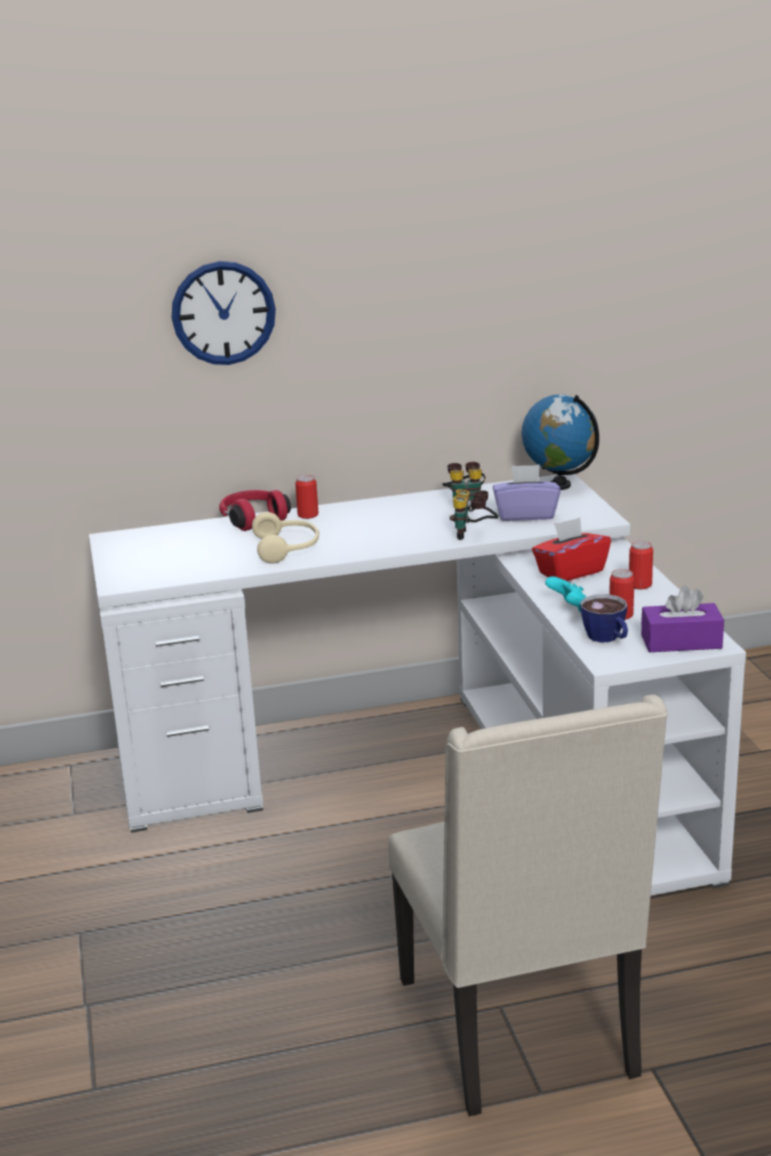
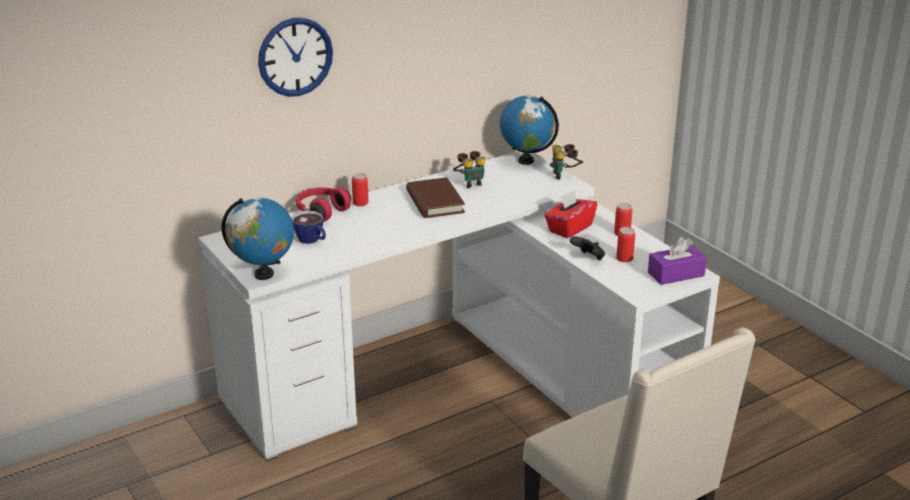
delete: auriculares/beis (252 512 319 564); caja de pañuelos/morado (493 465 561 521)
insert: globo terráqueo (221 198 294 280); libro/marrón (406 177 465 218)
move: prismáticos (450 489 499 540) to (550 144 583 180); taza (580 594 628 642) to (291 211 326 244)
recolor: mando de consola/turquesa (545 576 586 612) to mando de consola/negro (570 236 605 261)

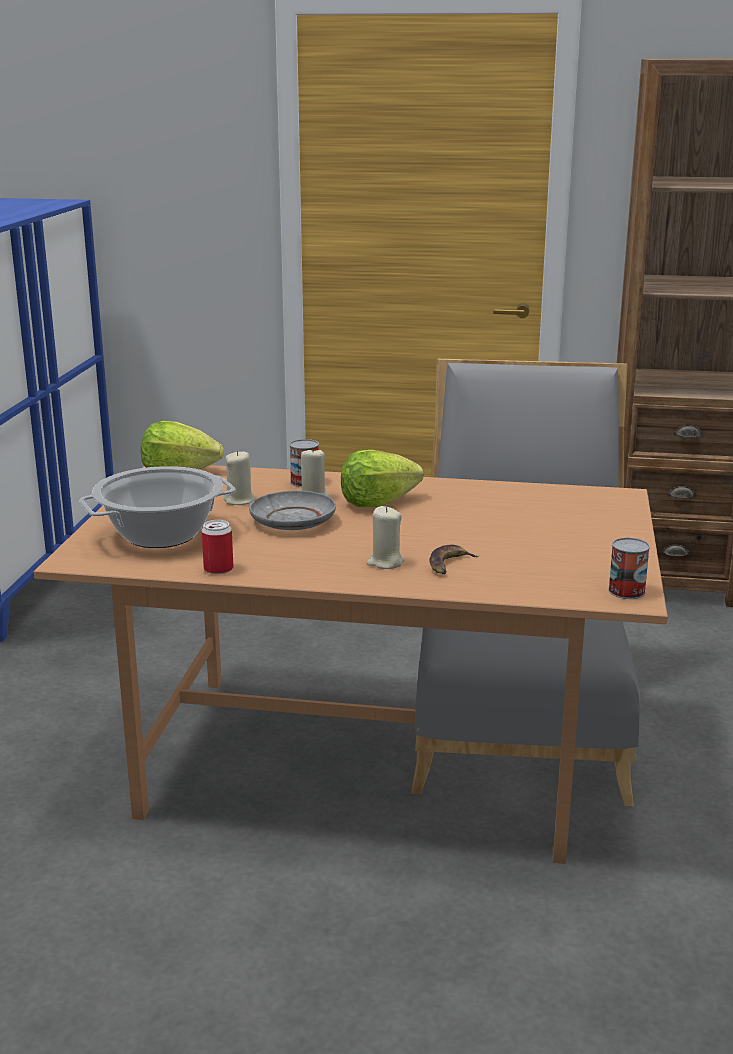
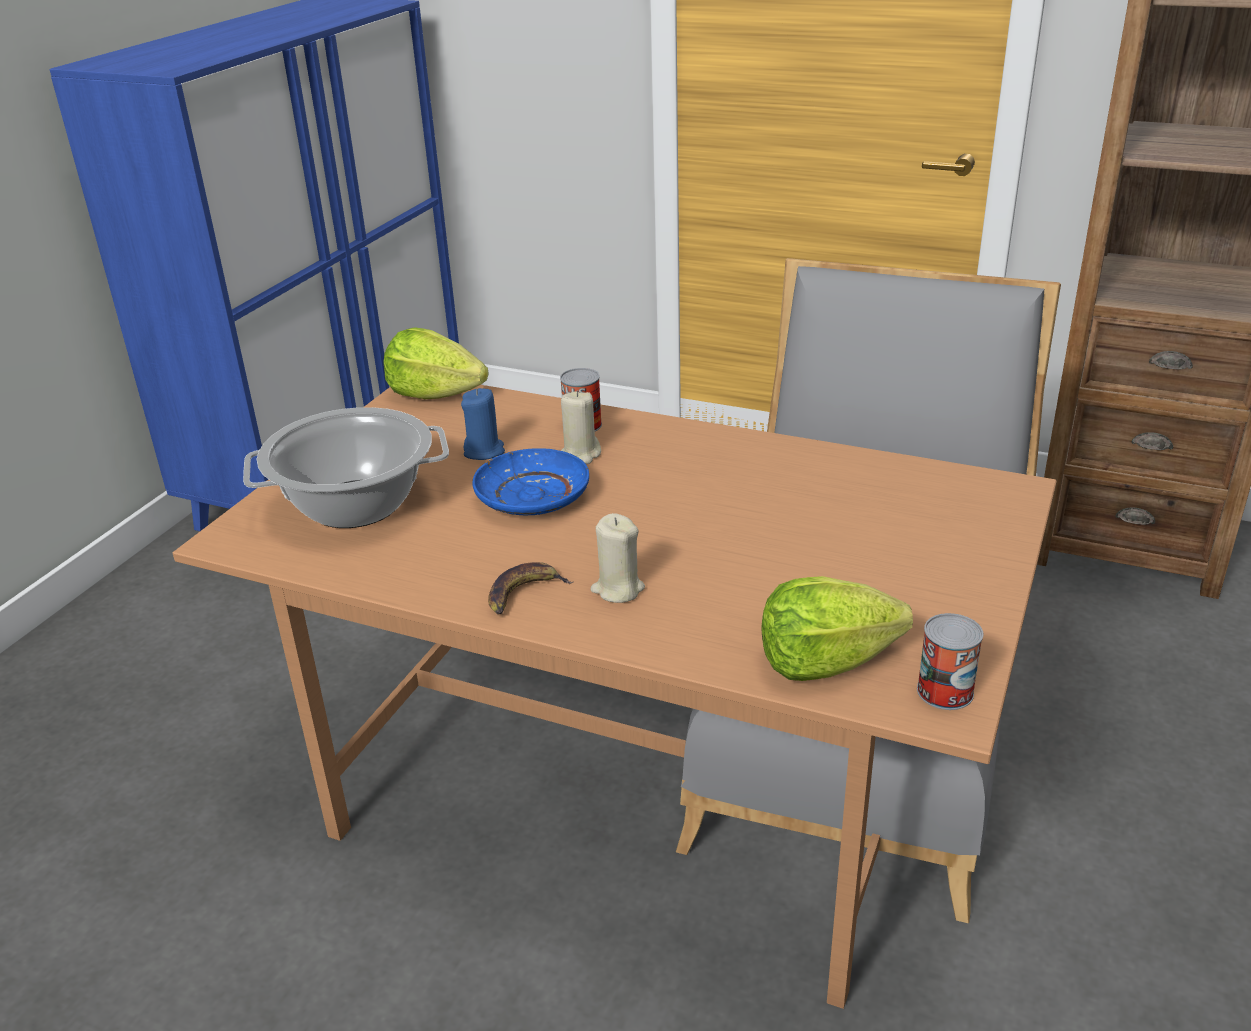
delete: lata (202 520 234 574)
move: lechuga (341 450 423 507) to (762 576 913 681); plátano (429 545 479 574) to (488 562 573 614)
recolor: vela/beis (224 451 256 505) to vela/azul (461 388 505 460); plato/gris (249 491 336 530) to plato/azul (472 448 589 515)

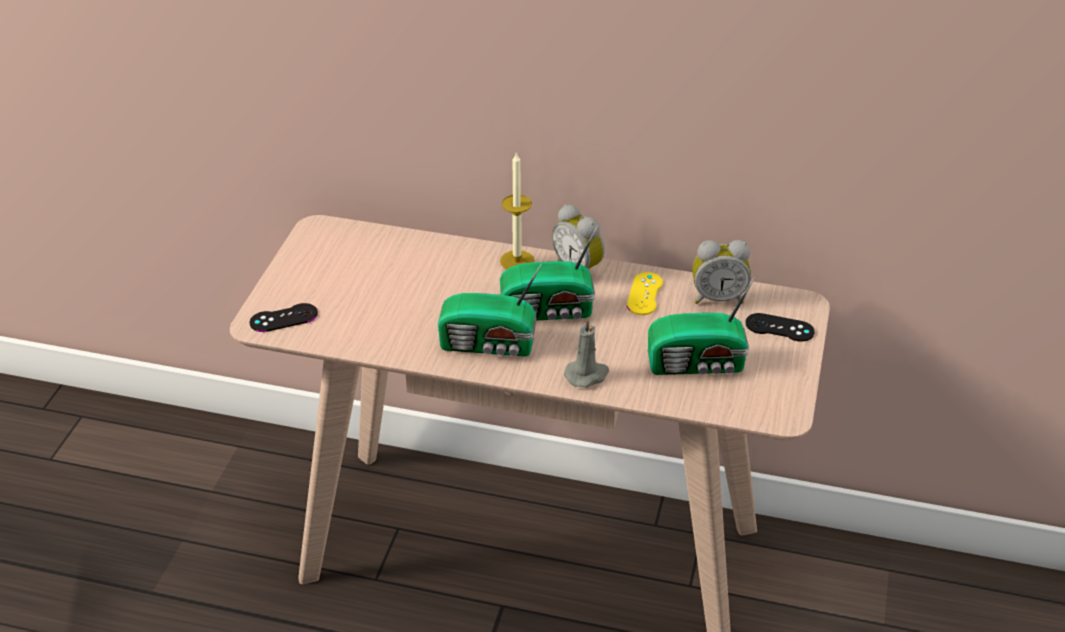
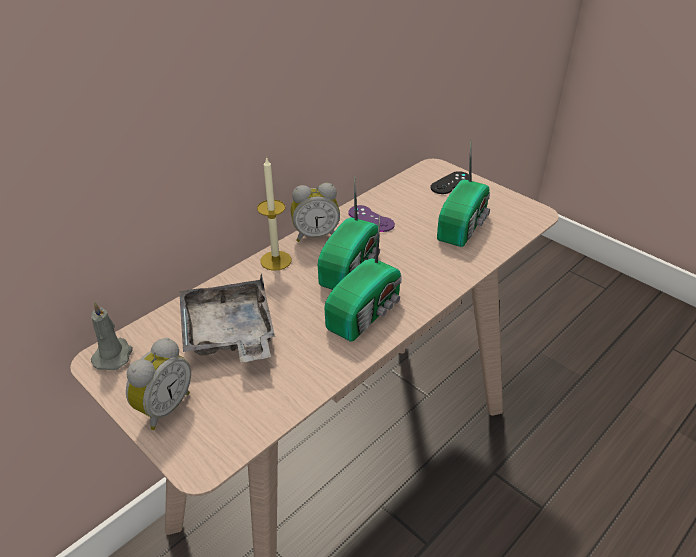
delete: mando de consola/negro (250 303 318 332)
insert: bandeja/gris (179 274 275 362)
move: vela/gris (564 317 609 388) to (91 302 133 370); despertador (692 240 751 304) to (126 338 191 430)
recolor: mando de consola/amarillo (627 272 663 315) to mando de consola/morado (348 205 395 232)

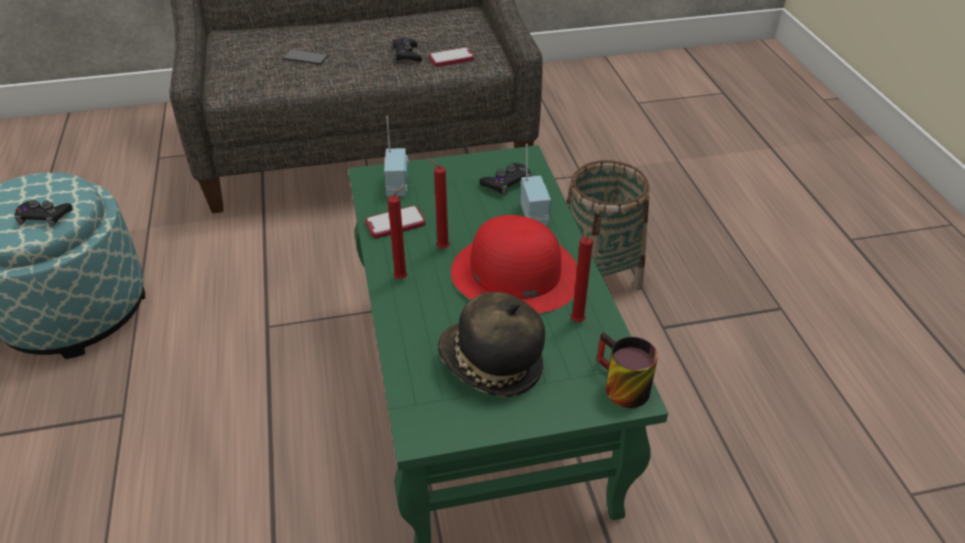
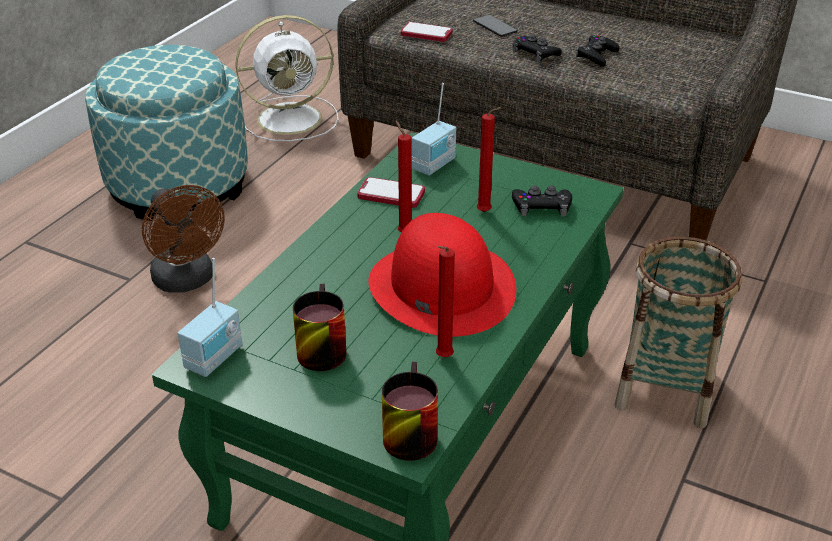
insert: ventilador/marrón (142 185 225 293); ventilador/blanco (235 15 339 141)
move: mando de consola/negro (14 200 73 227) to (513 34 562 62); vela/rojo (388 187 407 279) to (477 107 501 212); móvil (429 47 474 67) to (401 22 453 42); radio (520 144 551 226) to (178 258 242 377)
replace: sombrero (438 292 545 397) to taza grande (293 284 346 371)

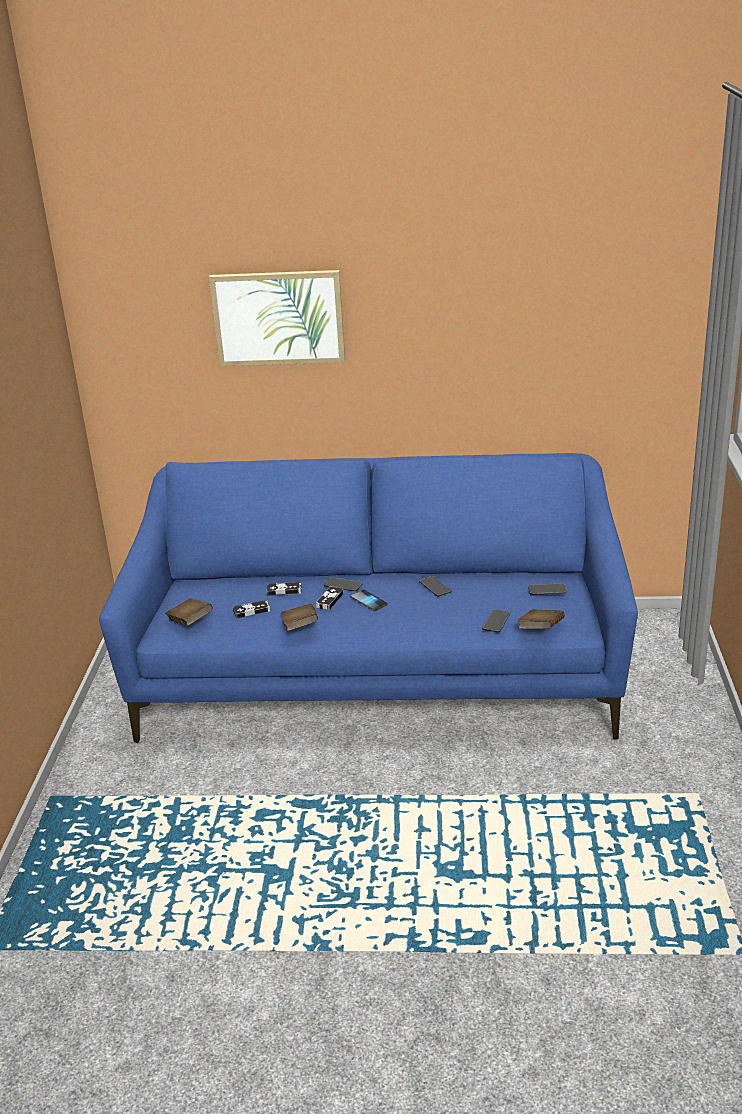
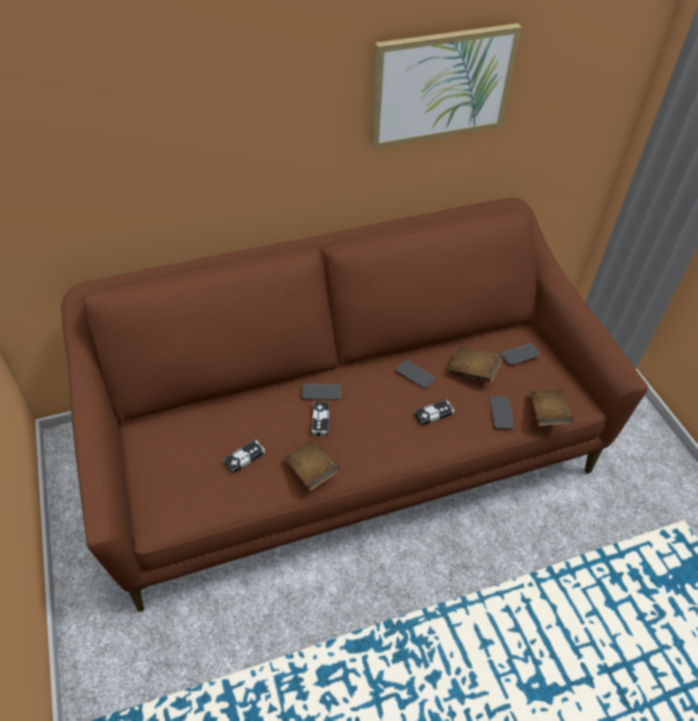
delete: móvil (351 590 387 611)
move: libro/marrón (165 598 213 626) to (448 346 503 383); cuadro (209 270 345 366) to (370 23 522 149); mando de consola (267 582 302 596) to (414 399 455 426)
recolor: sofá/azul (99 453 638 743) to sofá/marrón (61 198 648 612)

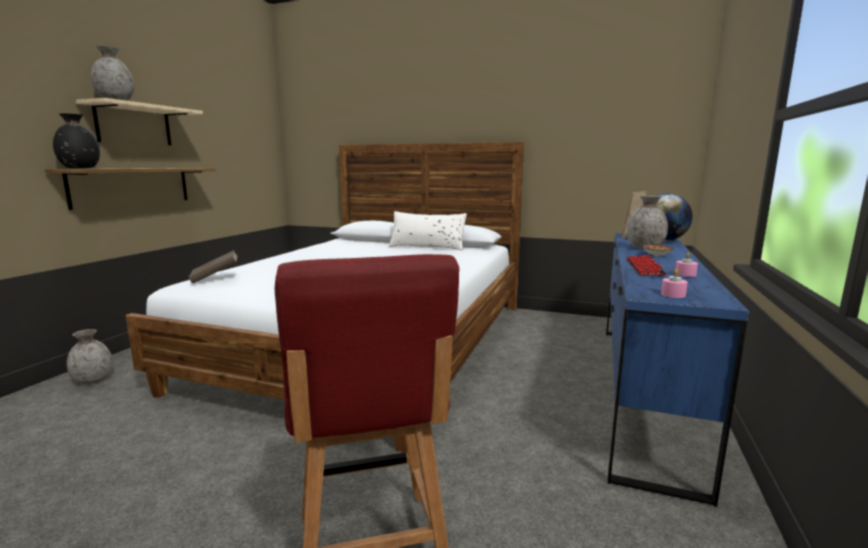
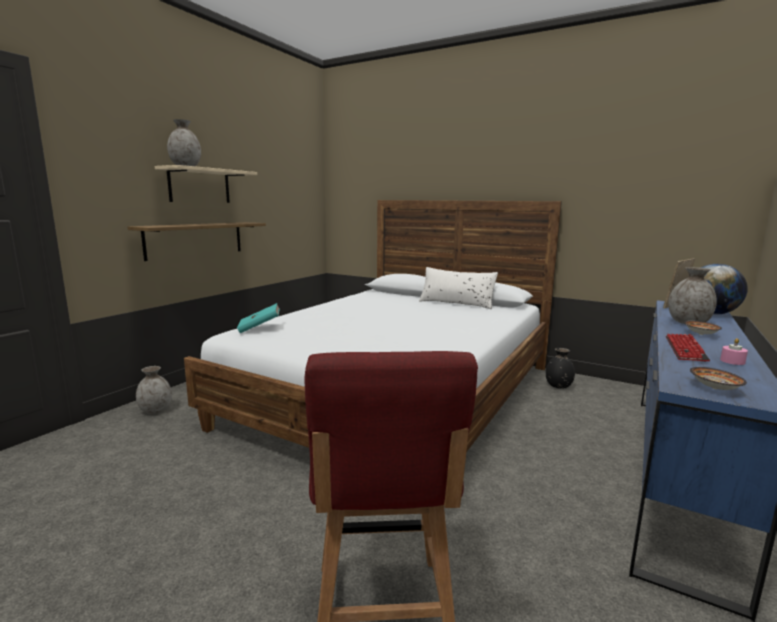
move: florero/negro (53 114 100 169) to (545 348 575 389)
replace: vela/rosa (661 269 688 298) to cuenco (690 367 747 390)
recolor: libro/marrón (189 250 238 284) to libro/turquesa (237 303 280 333)

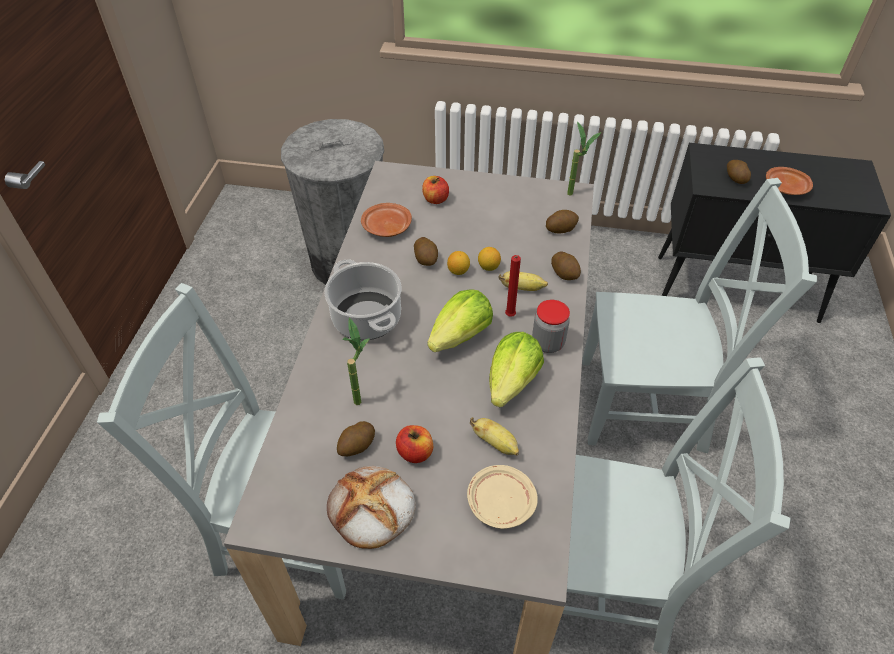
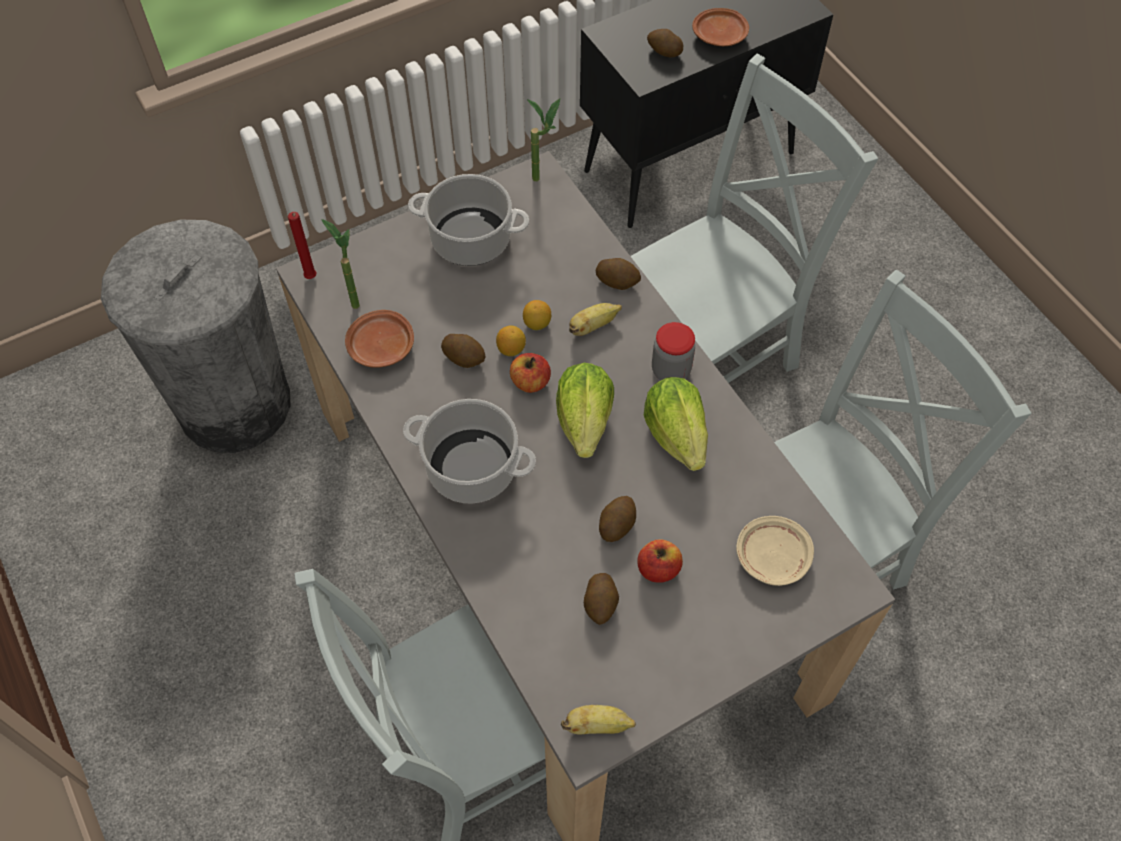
delete: pan (327 466 415 549)
insert: olla (408 174 529 266)
move: planta en maceta (342 318 370 405) to (321 219 360 309); manzana (422 176 449 204) to (510 353 551 393); plátano (470 417 519 455) to (561 705 636 734); vela/rojo (505 255 521 317) to (288 212 317 279); patata (546 210 579 233) to (599 496 636 542)

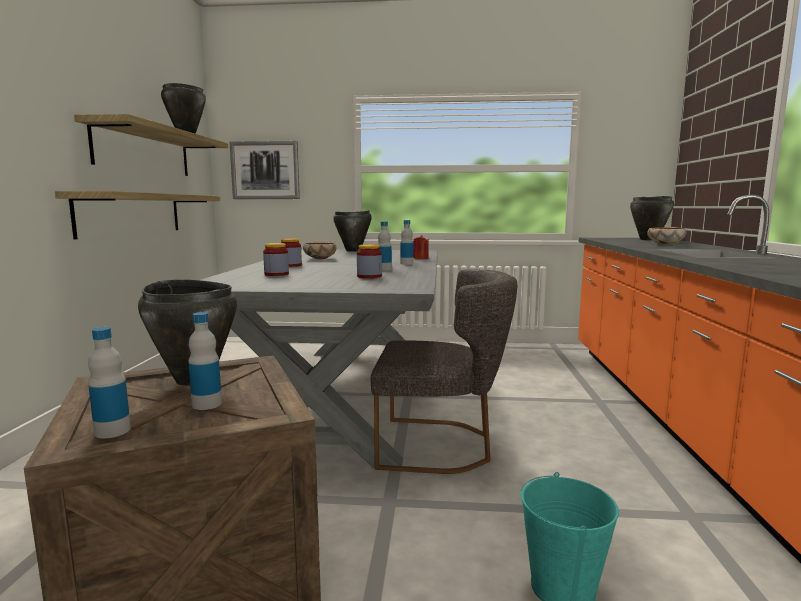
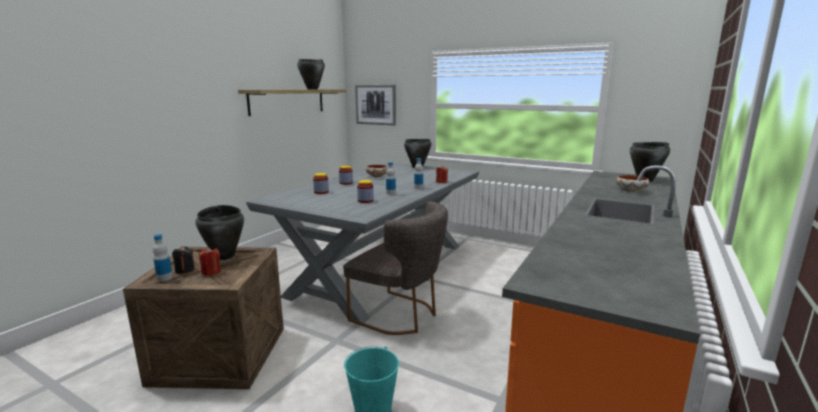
delete: estante (55 191 220 239)
insert: vela/negro (172 246 195 274)
replace: botella (188 312 222 410) to vela/rojo (199 247 221 276)

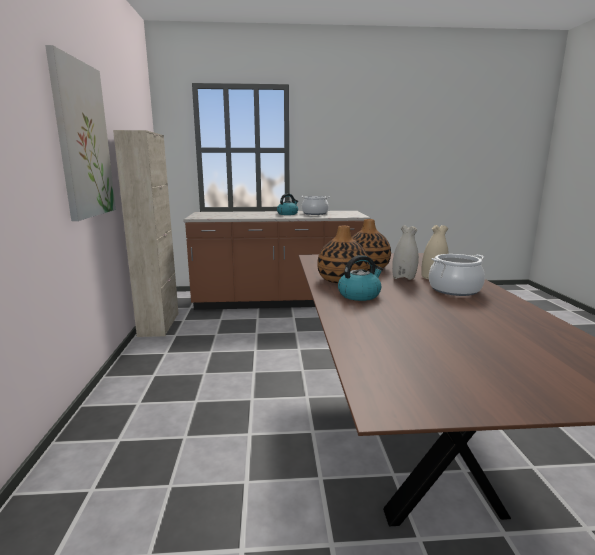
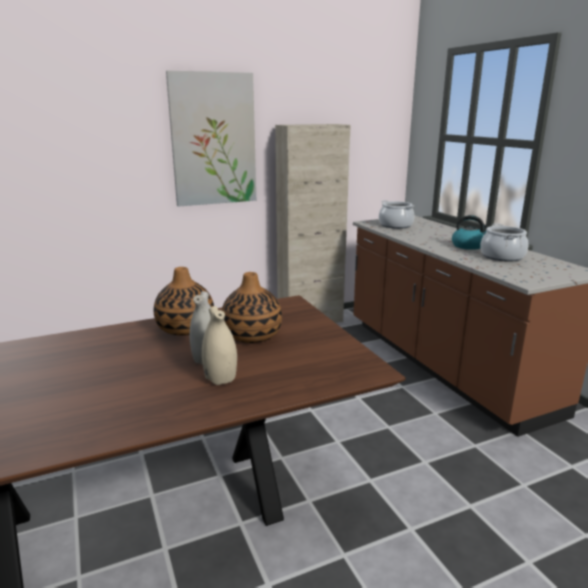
delete: hervidor (338 255 383 301)
move: olla (429 254 485 296) to (379 200 414 229)

